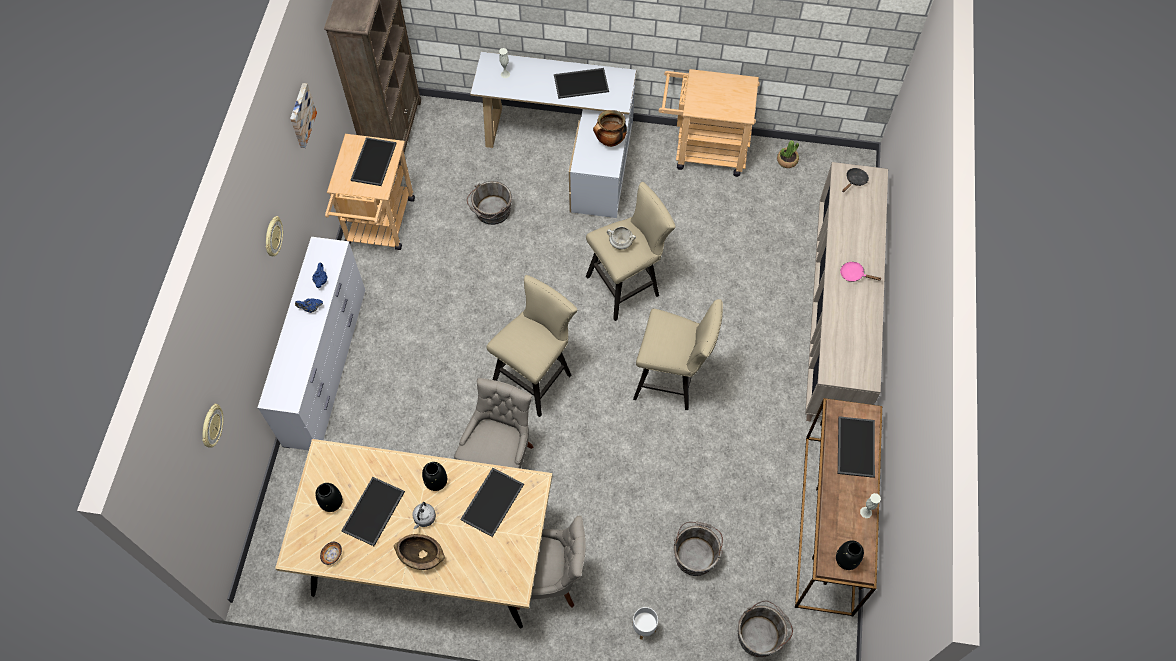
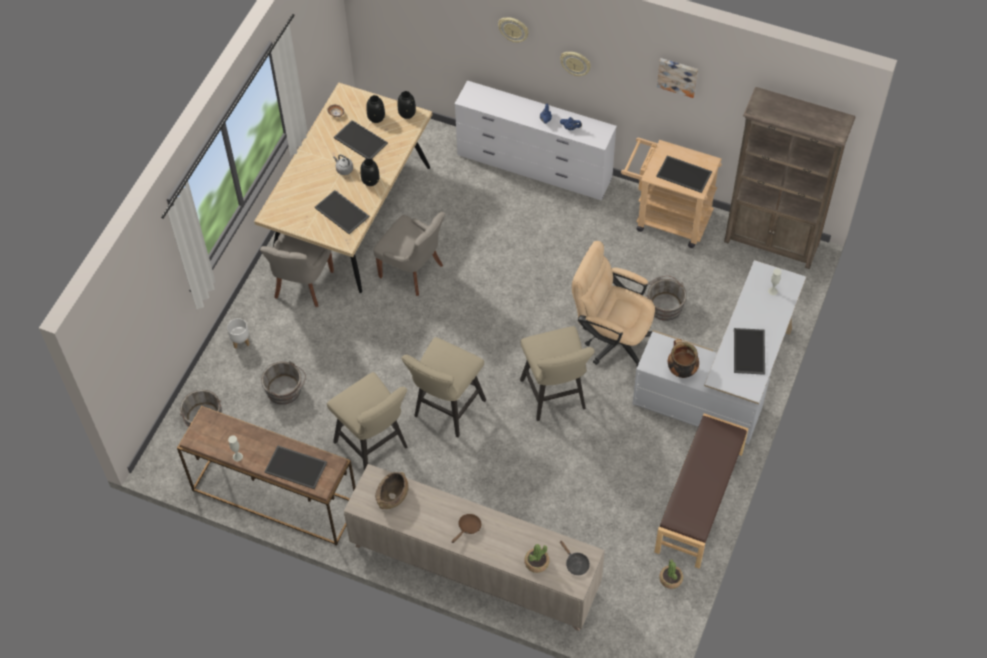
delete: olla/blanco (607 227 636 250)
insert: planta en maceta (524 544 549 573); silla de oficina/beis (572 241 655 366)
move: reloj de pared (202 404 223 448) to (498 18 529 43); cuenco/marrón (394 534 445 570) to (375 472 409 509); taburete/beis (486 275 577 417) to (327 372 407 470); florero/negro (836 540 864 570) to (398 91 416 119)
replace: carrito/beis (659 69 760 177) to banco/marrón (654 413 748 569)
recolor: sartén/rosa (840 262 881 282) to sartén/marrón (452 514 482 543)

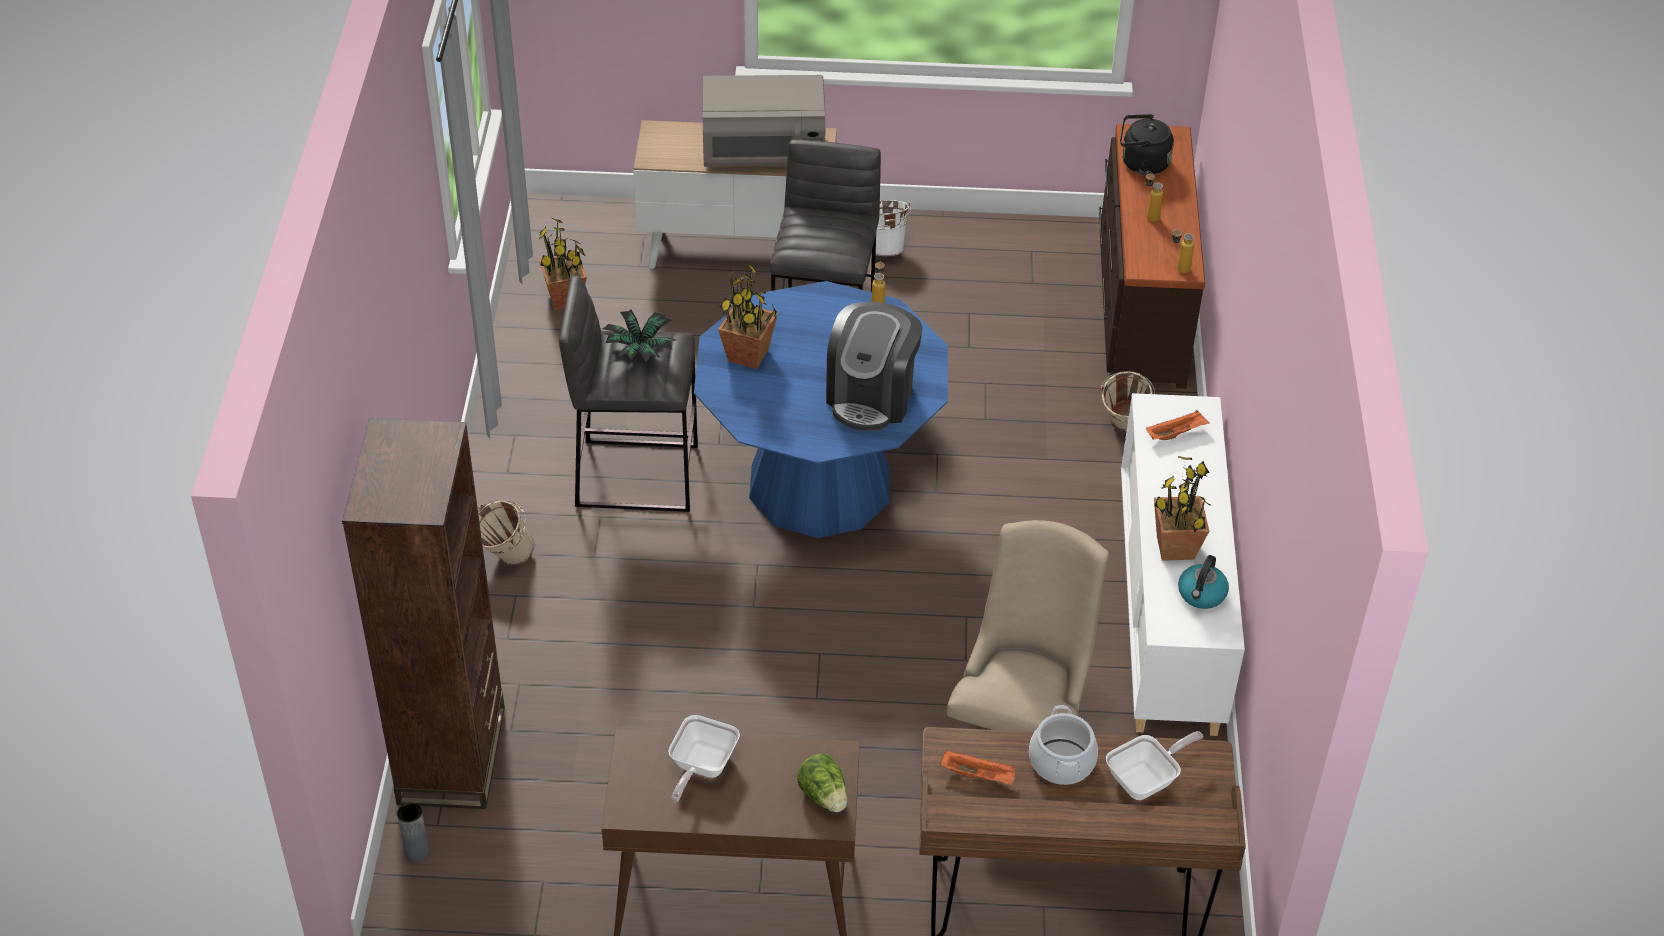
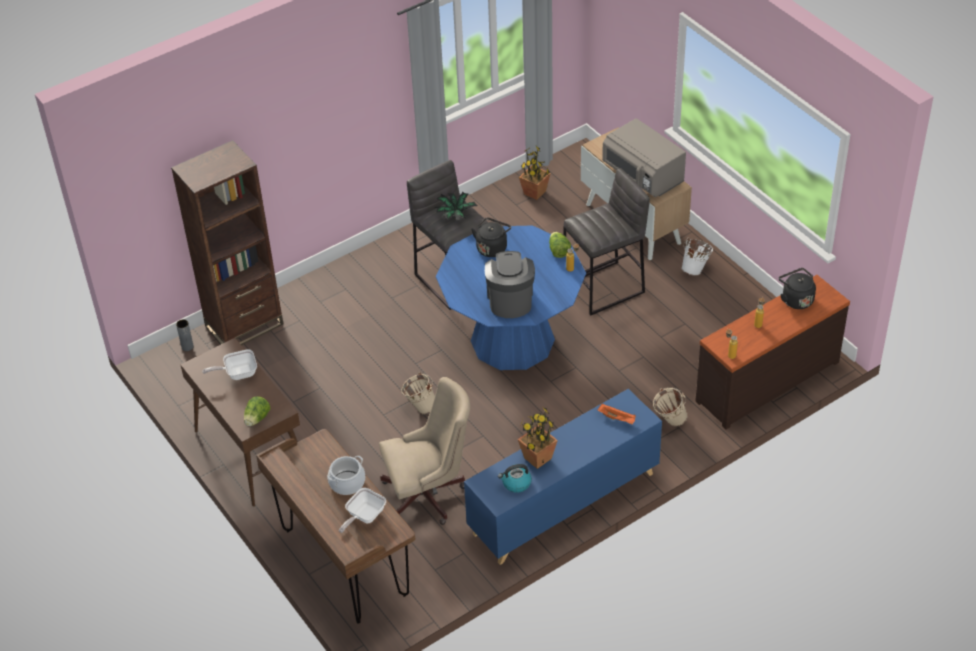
delete: bandeja/naranja (940 750 1015 785)
insert: lechuga (549 232 571 258)
move: cubo/beis (478 500 534 565) to (401 372 435 414)
replace: planta en maceta (718 264 778 369) to hervidor/negro (471 218 511 257)
recolor: armario/blanco (1121 393 1245 736) to armario/azul (464 389 662 565)
rotate: cafetera (826 302 923 431) = (485 251 535 318) 105 degrees clockwise; sartén (1106 731 1204 800) = (339 488 386 533) 105 degrees clockwise

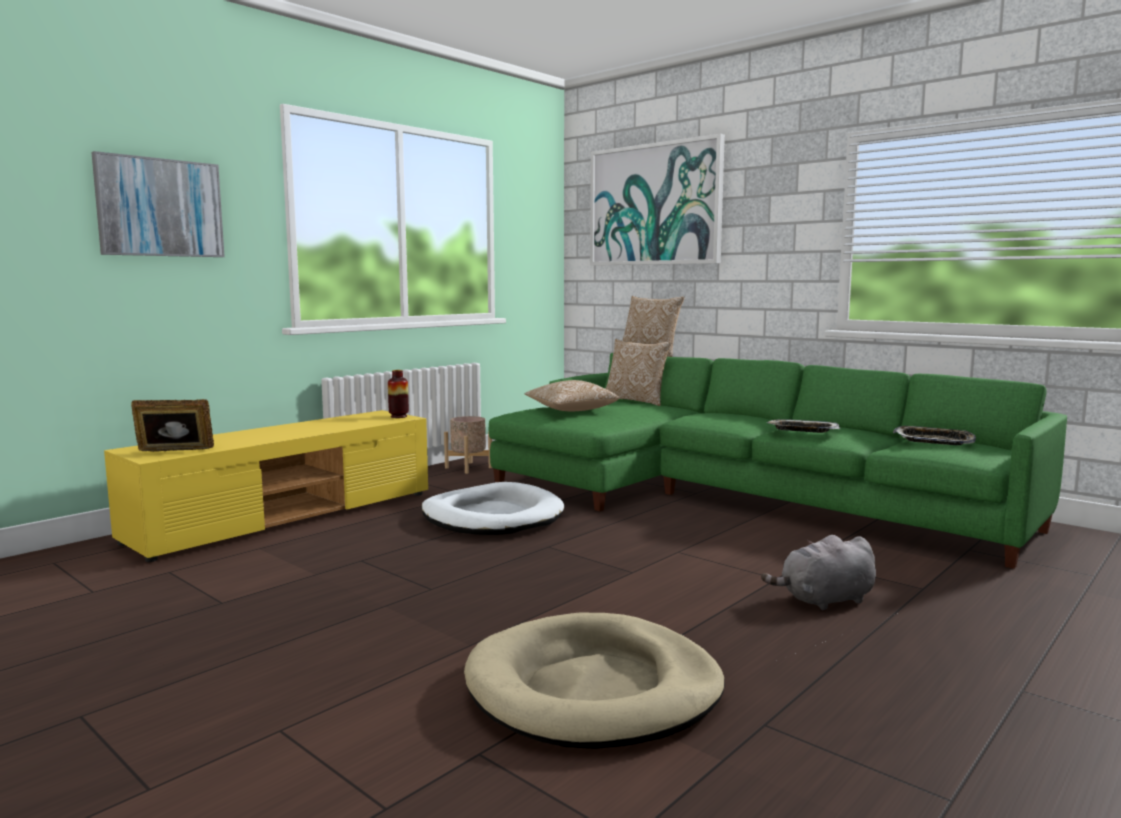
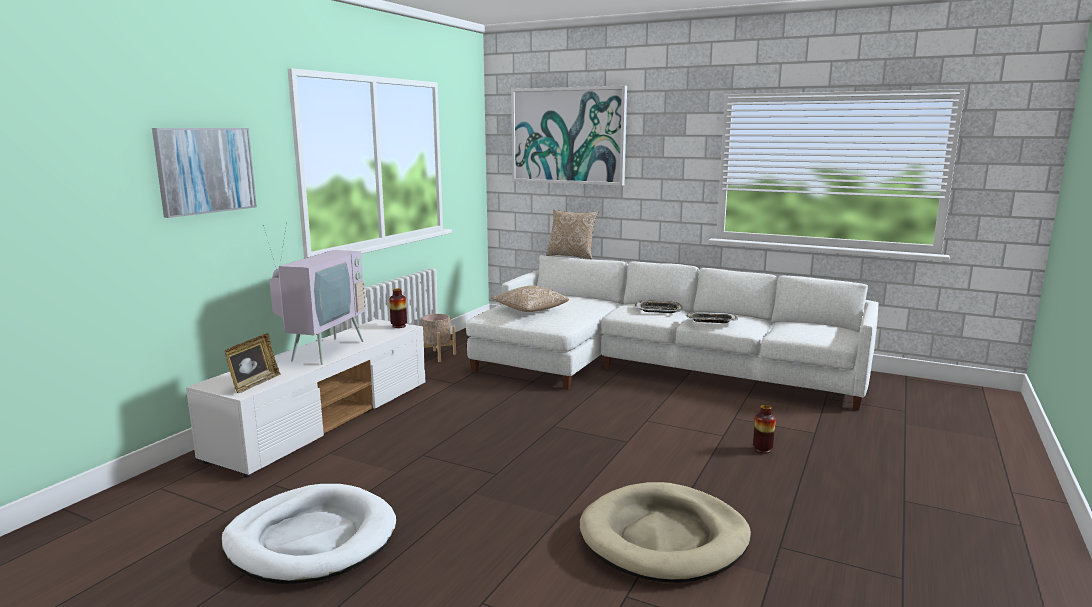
delete: cojín (606 339 672 406)
insert: televisor (263 222 366 365)
move: cama para perro/blanco (421 482 564 535) to (221 484 396 584); bandeja (893 426 976 445) to (635 300 682 313)
replace: peluche/gris (761 535 876 610) to florero (753 405 776 454)
recolor: mueble de televisión/amarillo (104 410 428 562) to mueble de televisión/blanco (186 319 425 477); sofá/verde (488 353 1067 569) to sofá/blanco (466 255 878 411)
rotate: portarretratos (131 399 214 452) = (225 333 281 393) 135 degrees clockwise

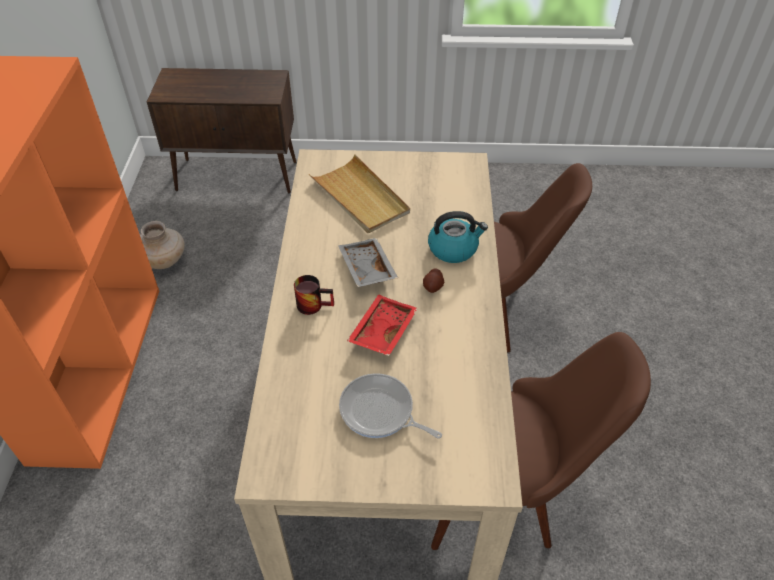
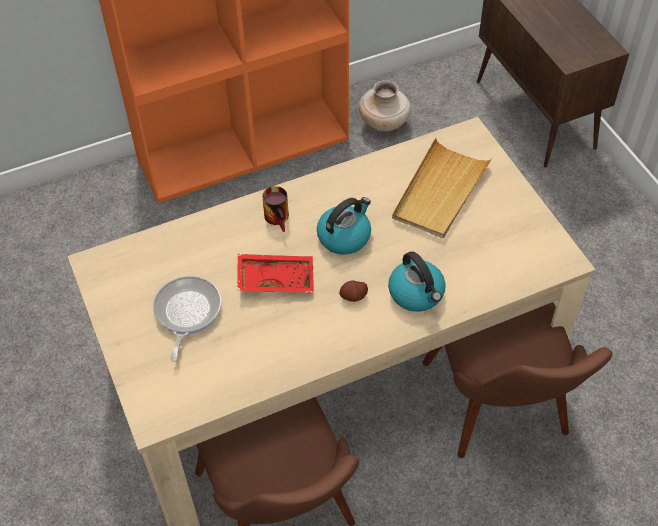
replace: bandeja/gris (338 238 398 287) to hervidor (317 197 371 255)

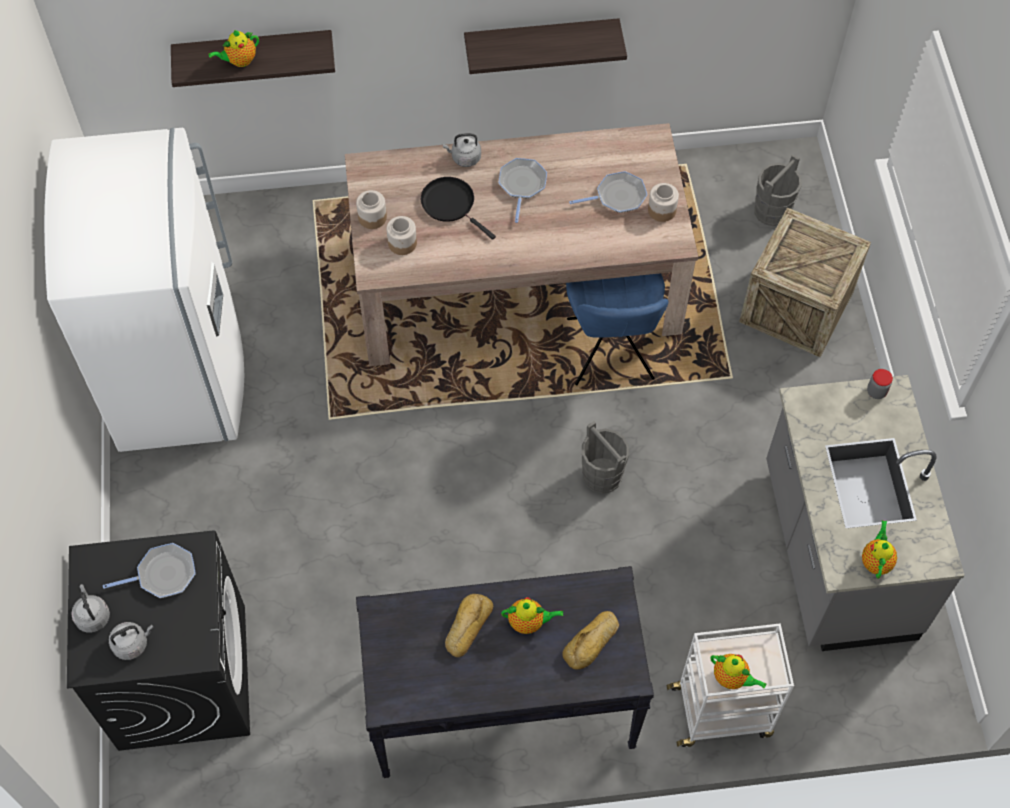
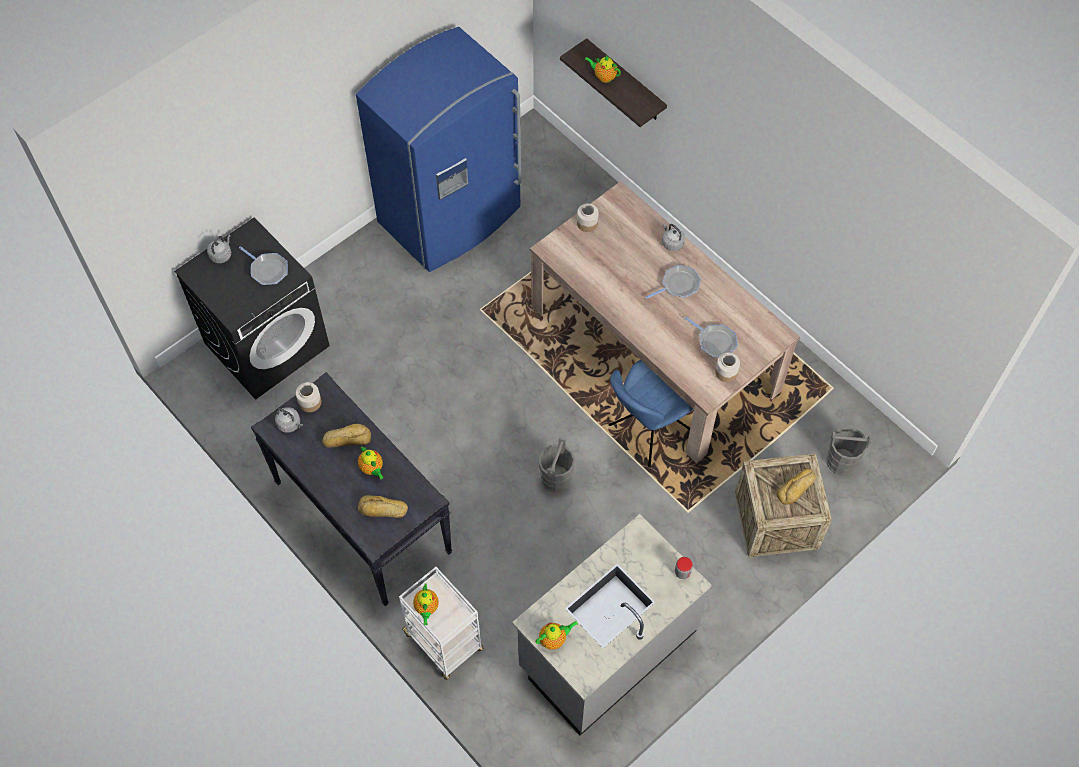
delete: sartén/negro (421 177 496 240); estante (464 18 627 74)
insert: pan (776 469 816 505)
move: hervidor/gris (109 622 154 660) to (275 407 303 433); tarro (386 216 417 255) to (296 382 321 412)
recolor: nevera/blanco (44 128 244 452) to nevera/azul (356 27 522 272)

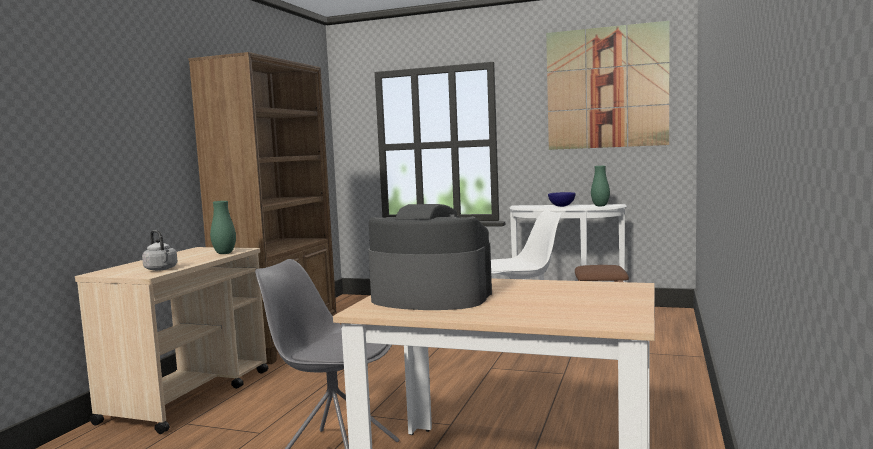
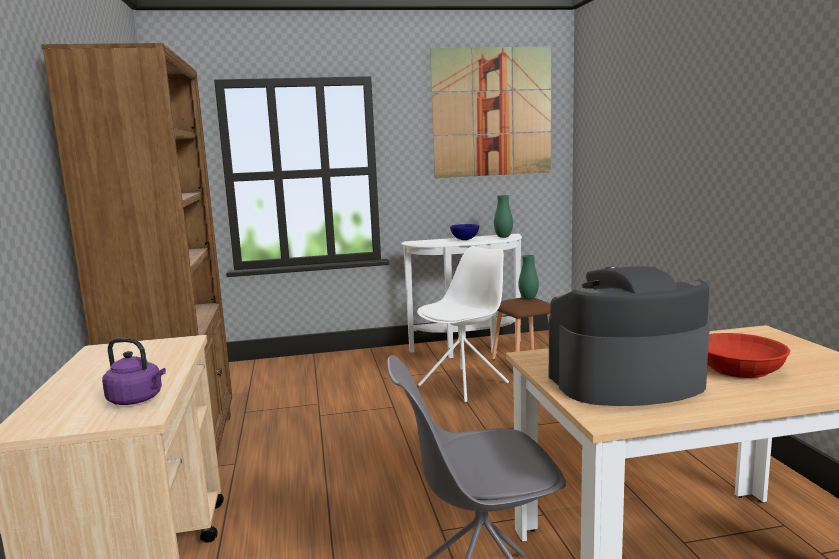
insert: cuenco/rojo (707 333 791 378)
move: florero/verde (210 201 236 254) to (518 255 539 300)
recolor: hervidor/gris (142 230 178 271) to hervidor/morado (102 338 166 405)

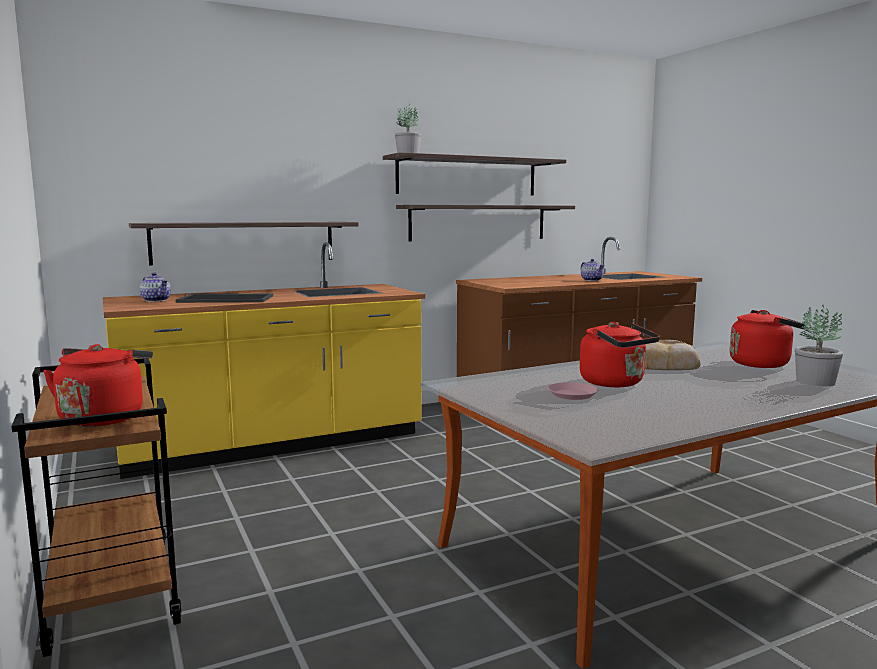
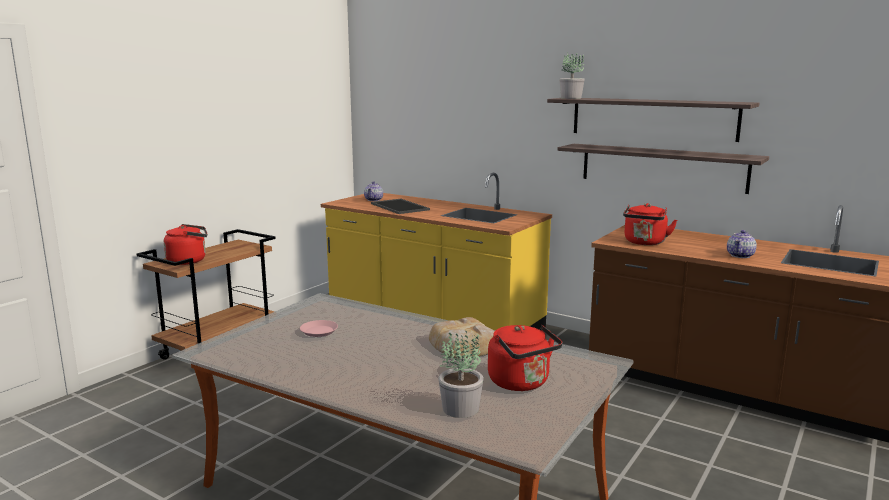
delete: estante (129 222 358 265)
move: hervidor/rojo (580 322 660 387) to (623 203 677 245)

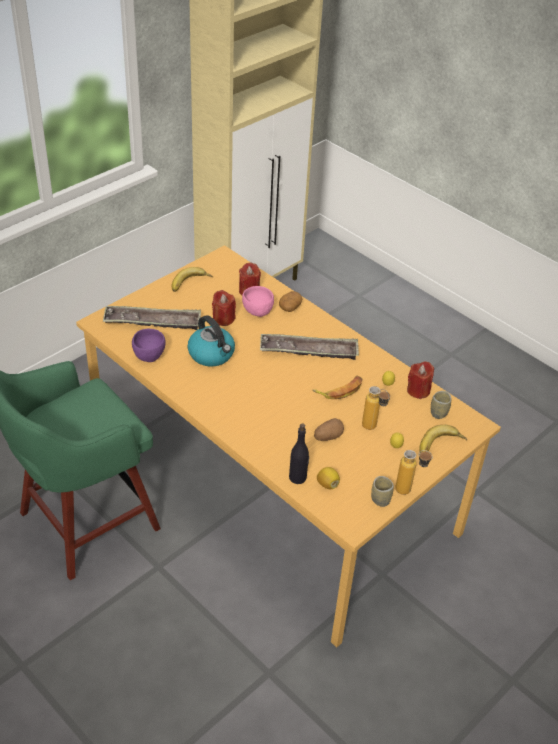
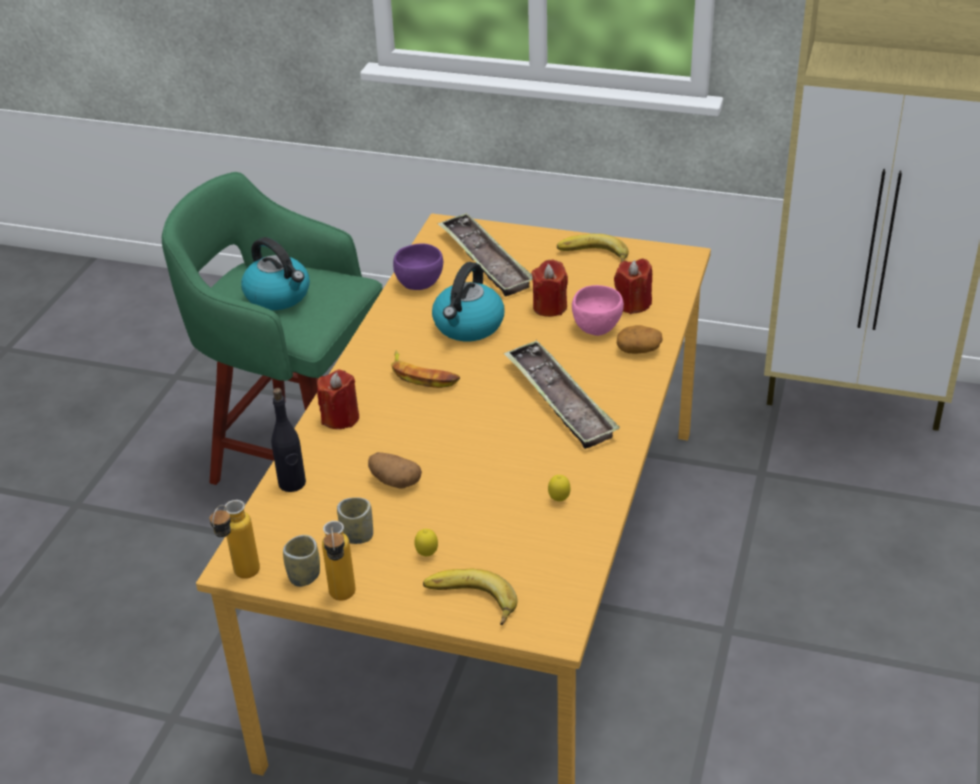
delete: limón (317 467 340 489)
insert: hervidor (241 237 310 310)
move: plátano (312 376 363 399) to (391 350 460 388); botella (362 386 390 430) to (210 500 260 579); vela/rojo (407 361 434 399) to (317 370 359 429); taza (431 391 451 419) to (337 497 373 544)

